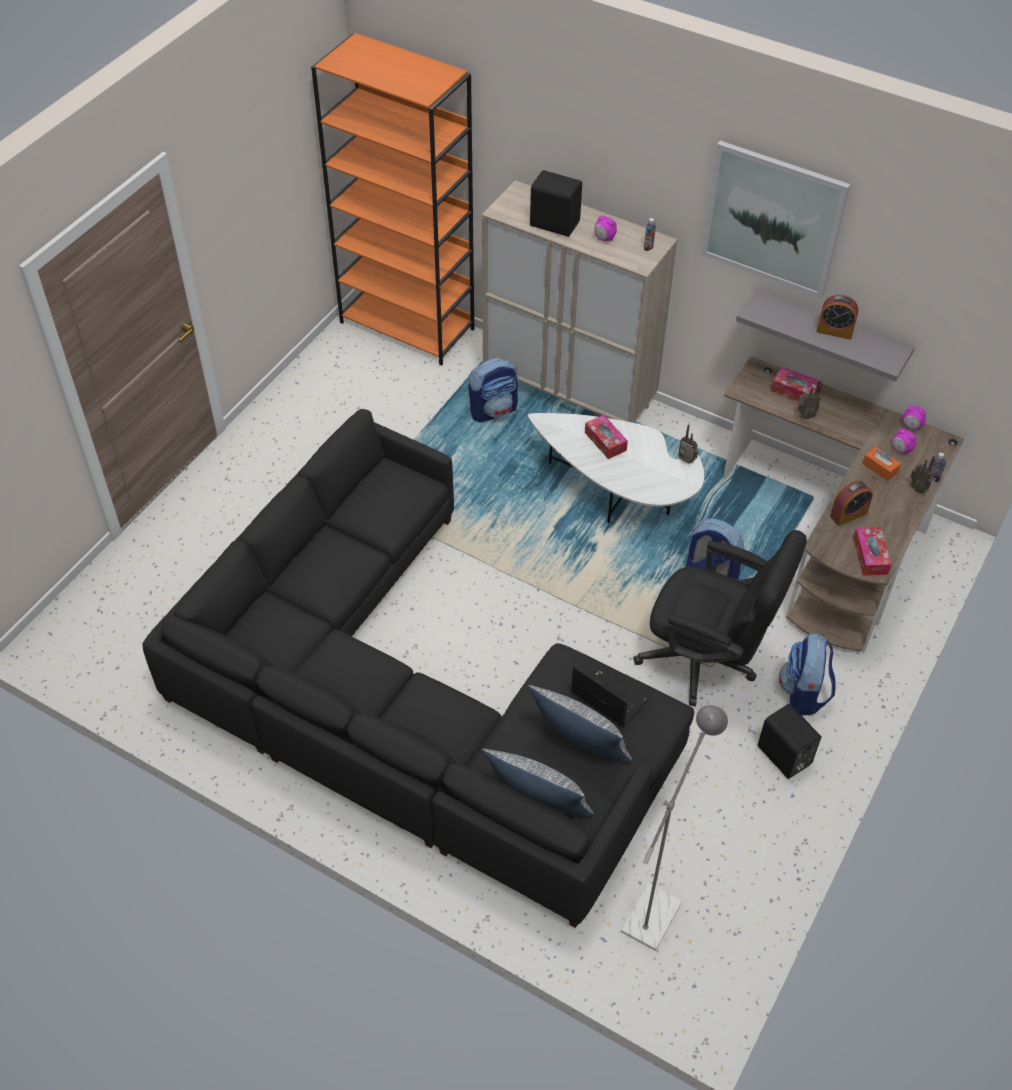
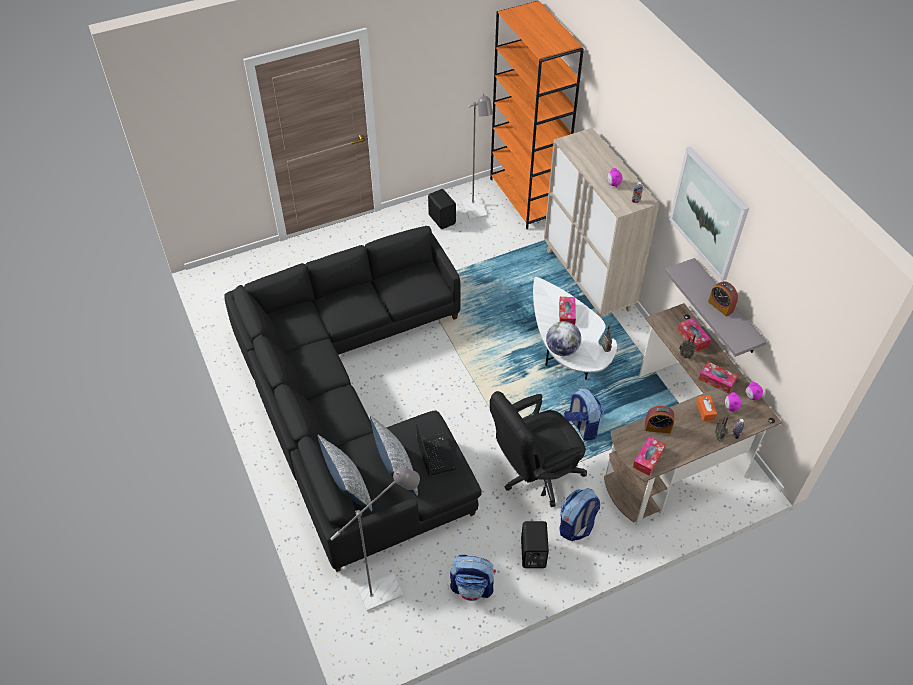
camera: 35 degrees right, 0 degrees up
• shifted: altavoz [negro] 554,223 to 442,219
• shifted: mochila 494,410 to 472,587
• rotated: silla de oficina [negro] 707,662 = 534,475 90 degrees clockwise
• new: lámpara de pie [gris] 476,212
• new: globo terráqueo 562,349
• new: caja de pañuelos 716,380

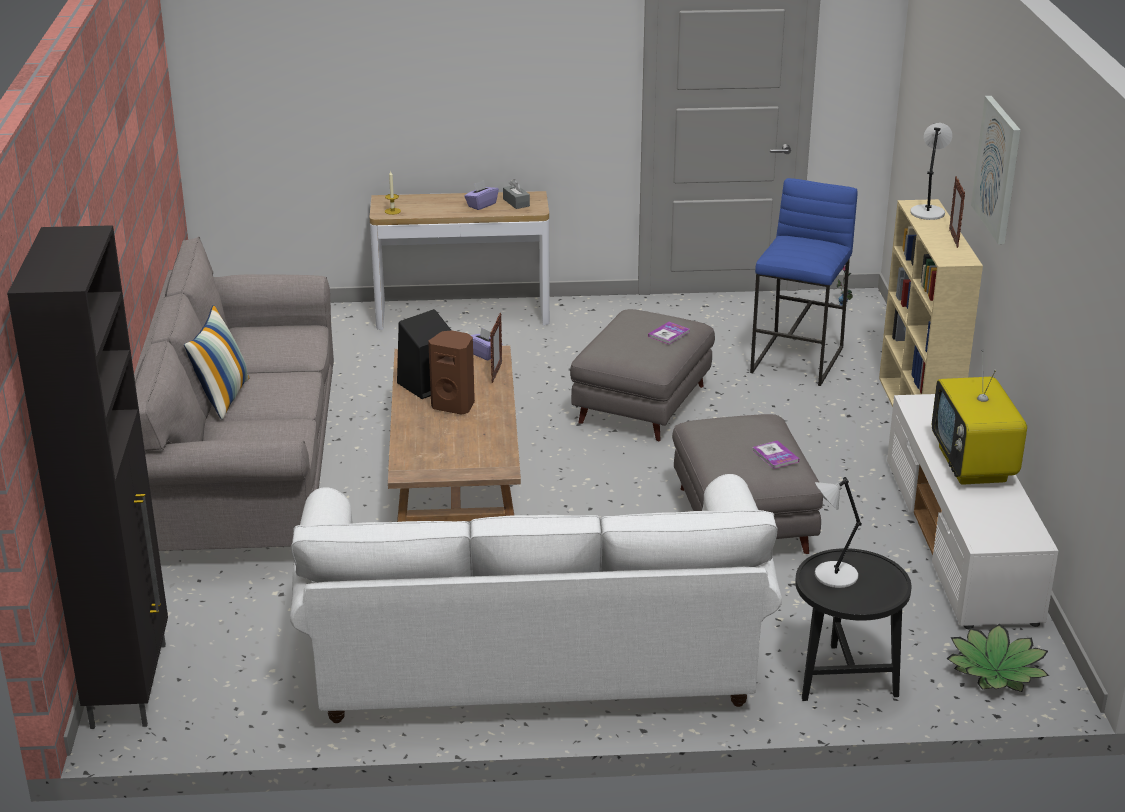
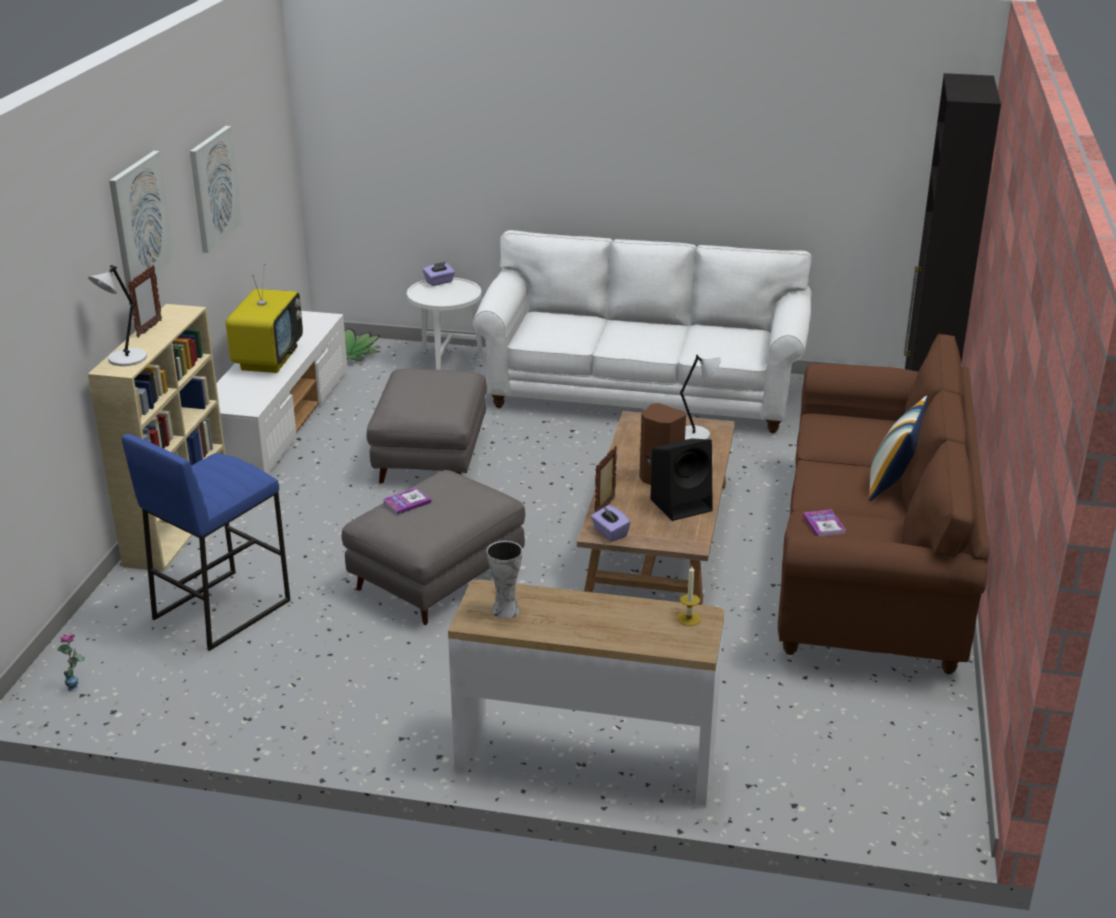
camera: 165 degrees left, 0 degrees up
• swapped: caja de pañuelos [gris] 516,202 to florero 504,610
• shifted: caja de pañuelos [morado] 481,205 to 439,282
• repainted: sofá [gris] 244,469 to sofá [marrón] 870,565
• shifted: libro 775,456 to 823,524
• shifted: lámpara de mesa [gris] 833,576 to 695,435
• repainted: mesa auxiliar [negro] 843,676 to mesa auxiliar [blanco] 447,362
• new: cuadro 214,188

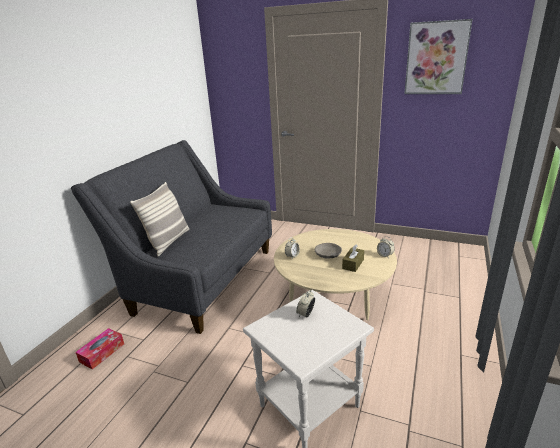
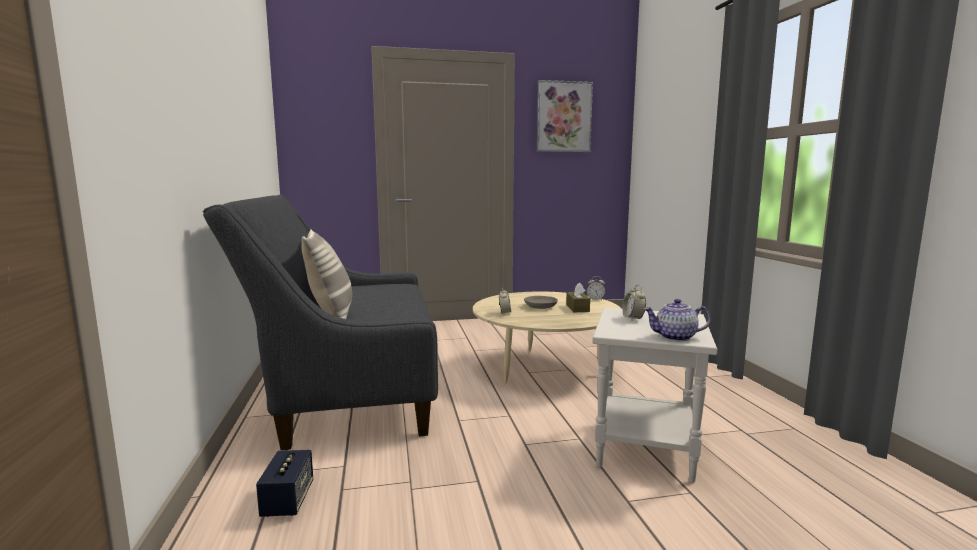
camera: 35 degrees left, 15 degrees down
• swapped: caja de pañuelos 102,352 to altavoz 288,500
• new: tetera 675,337

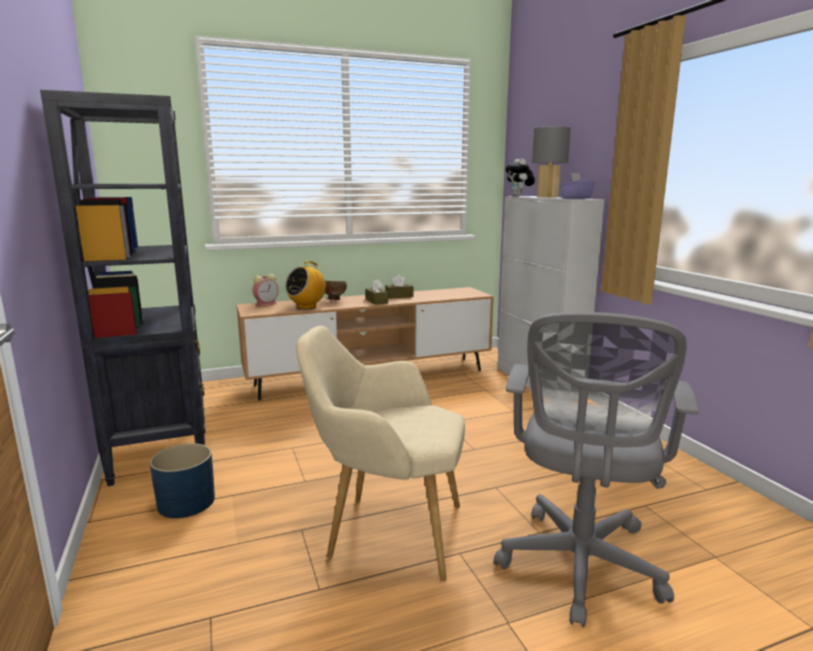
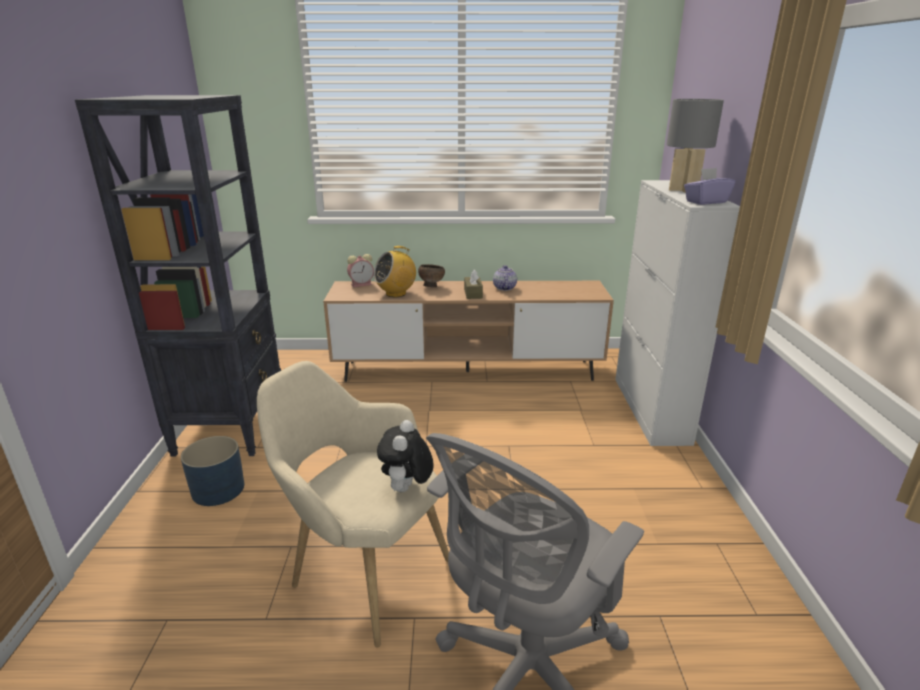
camera: 20 degrees right, 10 degrees up
• shifted: peluche 519,196 to 406,489
• swapped: caja de pañuelos [marrón] 399,296 to tetera 504,288

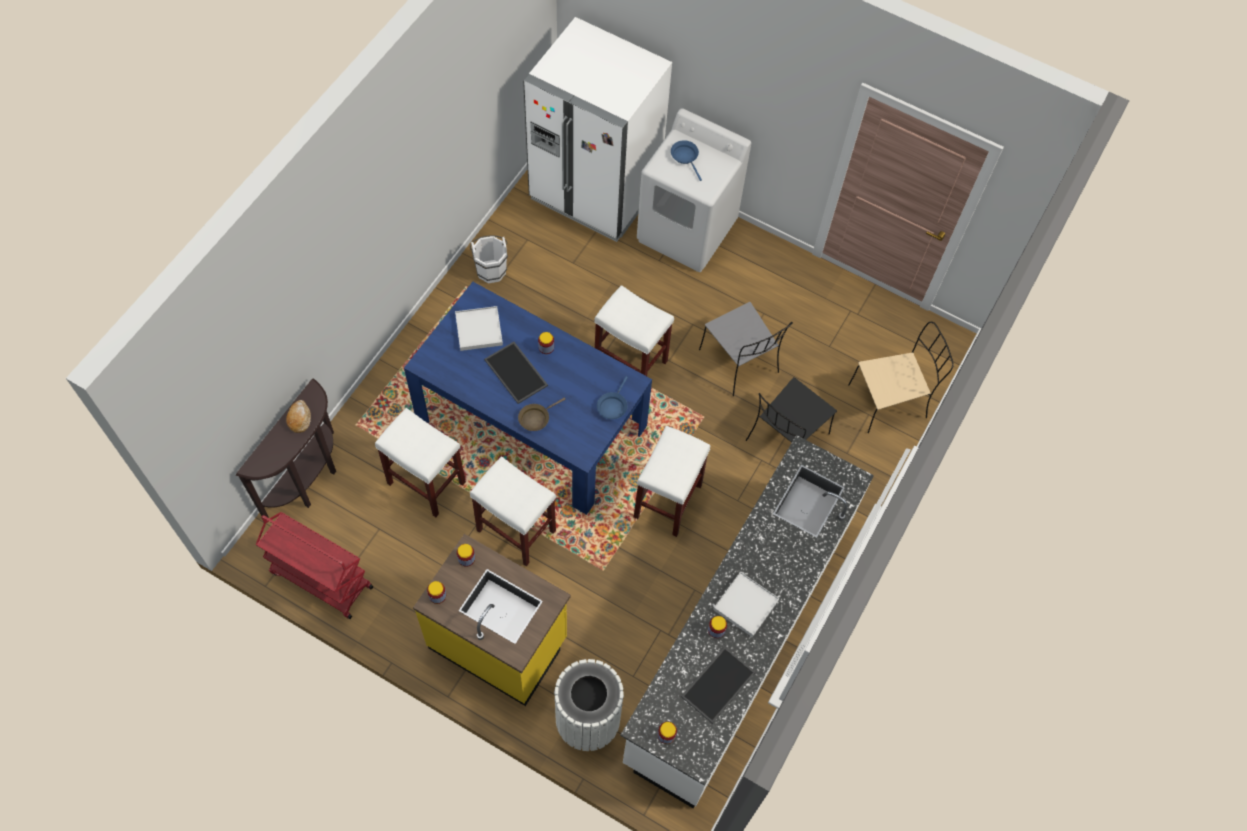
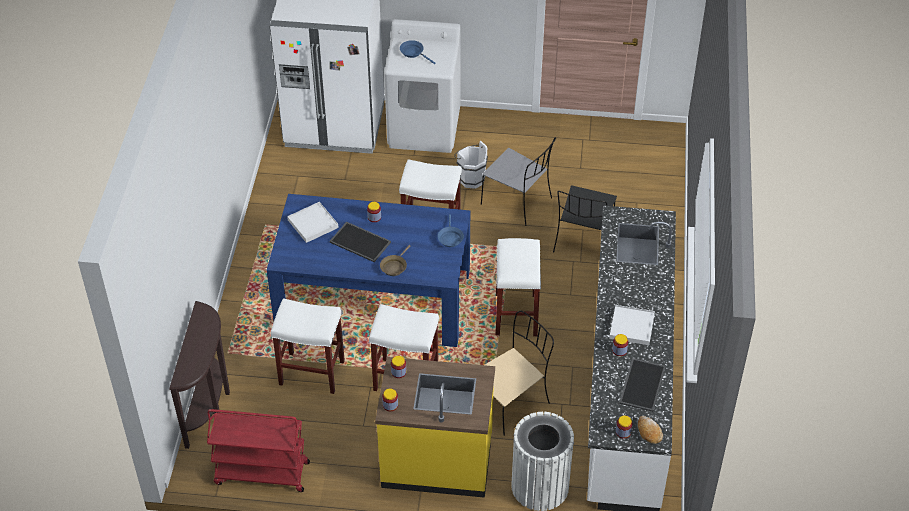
camera: 20 degrees left, 15 degrees down
• shifted: cubo [blanco] 491,269 to 470,178
• shifted: silla [beis] 889,401 to 510,401
• shifted: pan 299,418 to 649,432

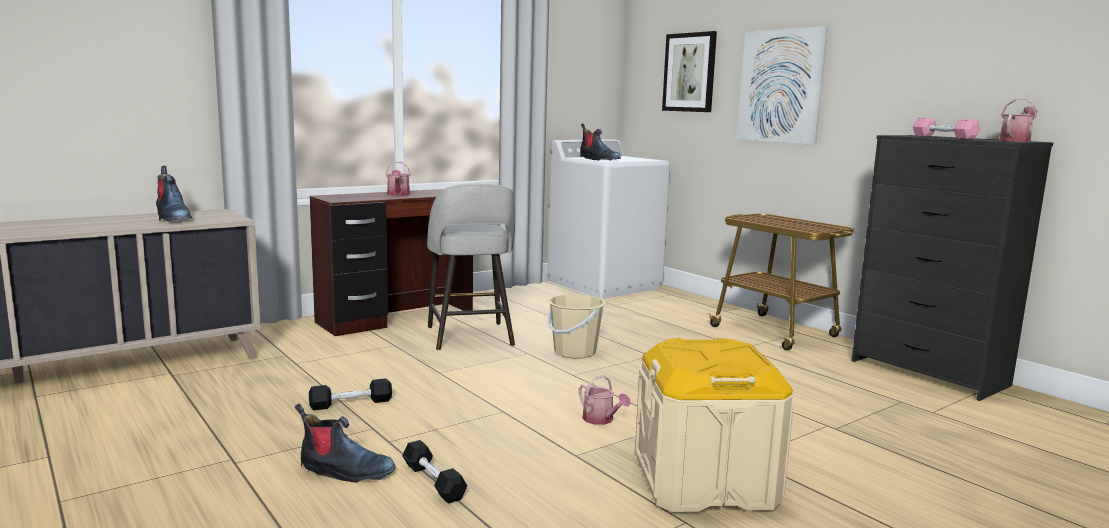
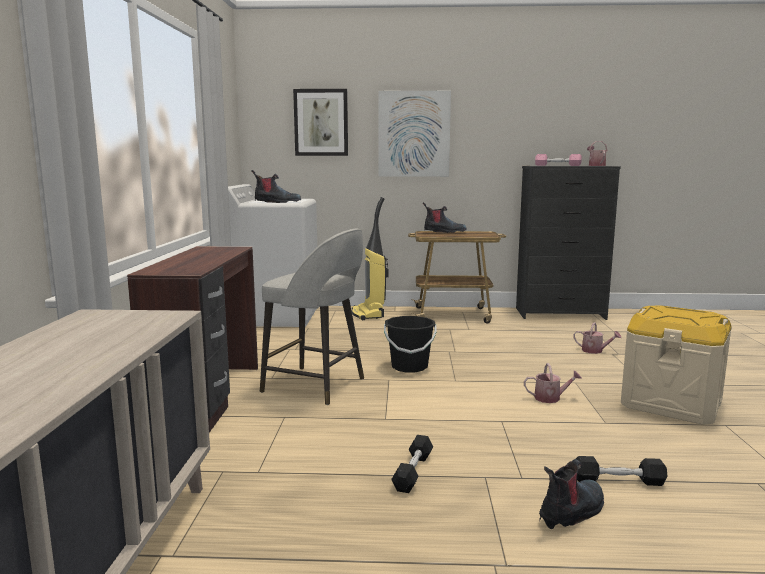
camera: 50 degrees left, 0 degrees up
• shifted: regadera 398,195 to 595,351
• shifted: bota 172,218 to 444,231
• repainted: cubo [beis] 574,352 to cubo [negro] 409,367
• new: aspiradora 368,314

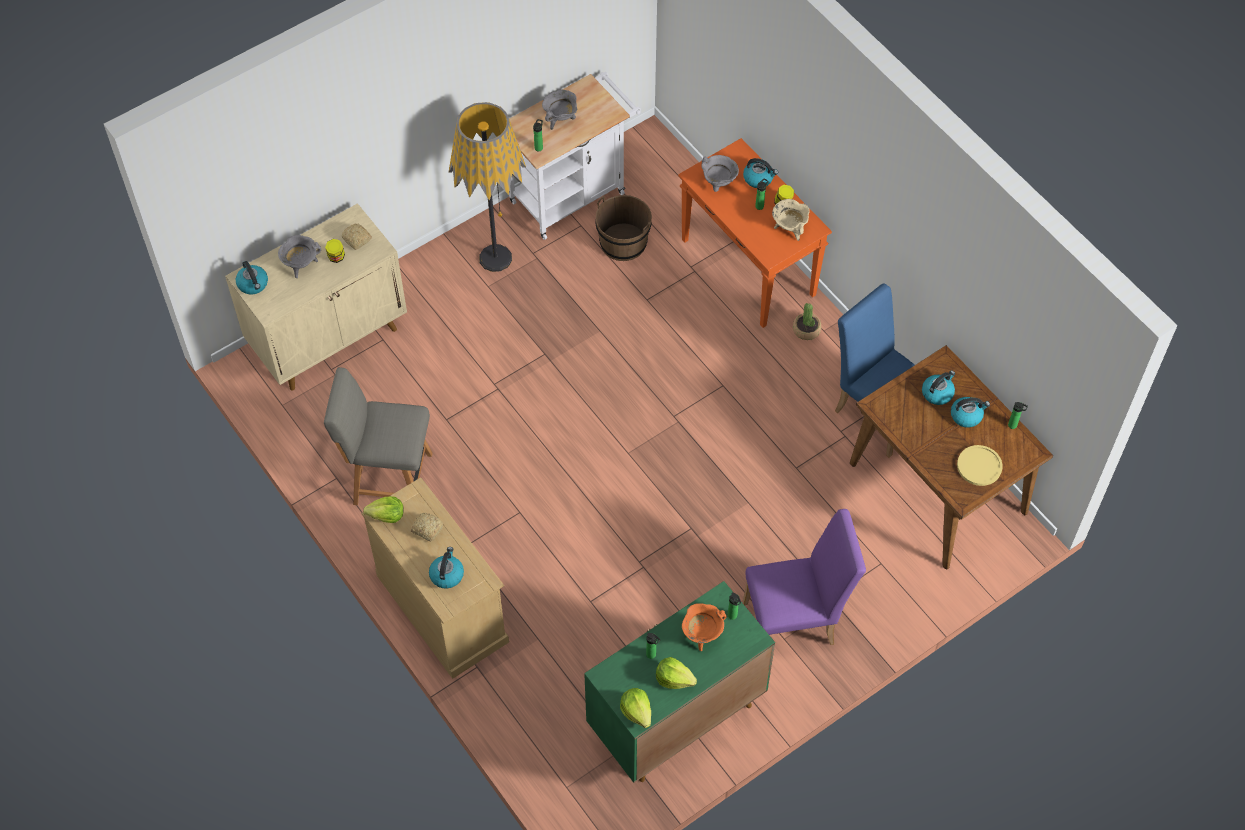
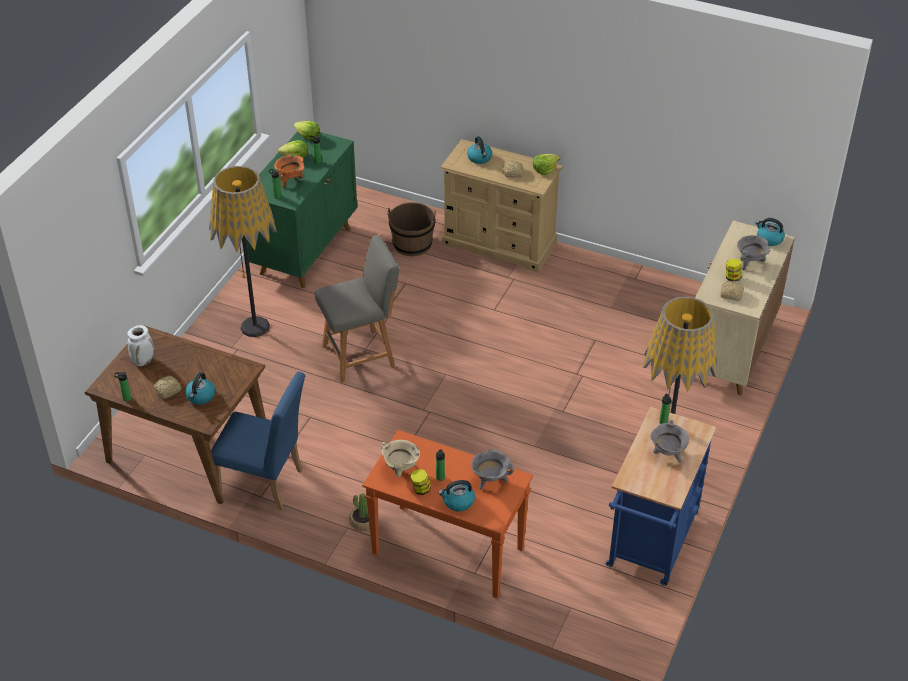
camera: 150 degrees right, 15 degrees down
• repainted: carrito [blanco] 573,193 to carrito [azul] 651,545
• shifted: cubo [marrón] 623,242 to 412,244
• shifted: silla [gris] 389,478 to 361,355
• swapped: hervidor 966,415 to pan 168,390
• swapped: plato [amarillo] 979,466 to florero [blanco] 143,361
• swapped: silla [morado] 796,621 to lámpara de pie 254,327

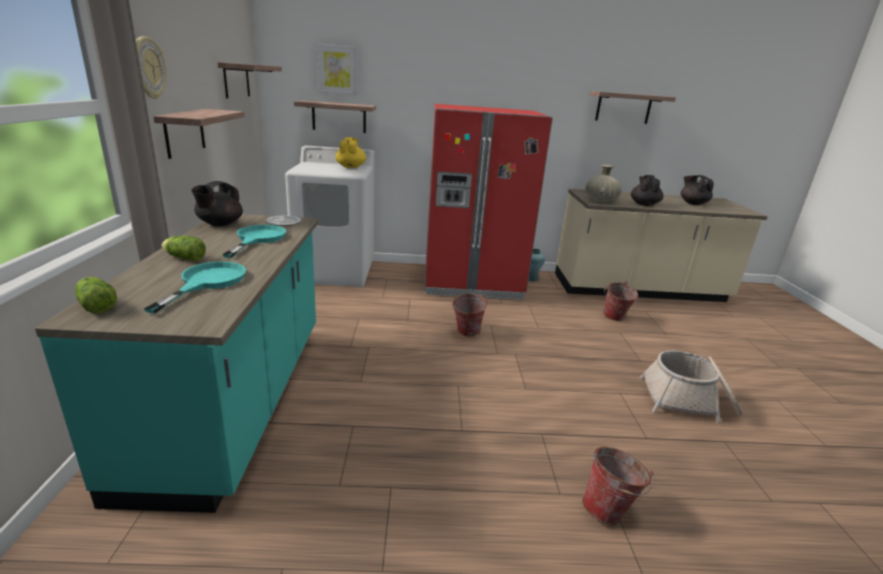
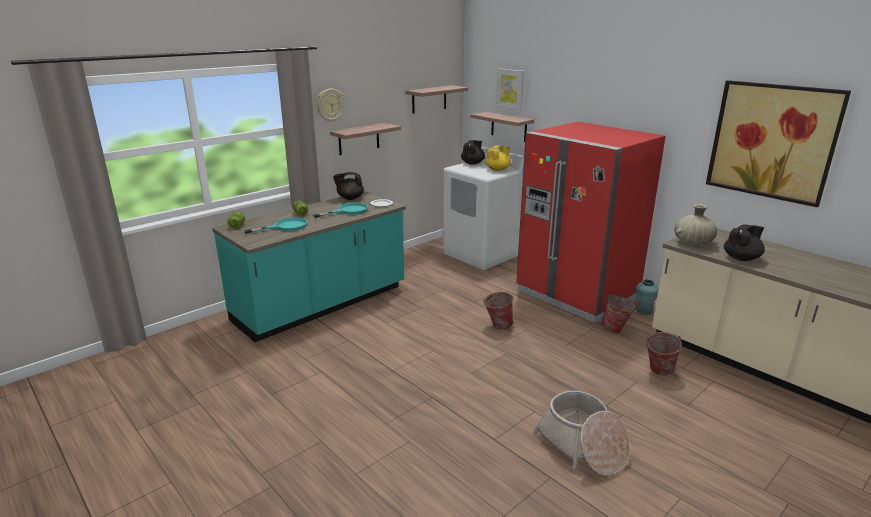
camera: 50 degrees right, 0 degrees up
• swapped: estante 623,107 to cuadro 772,141
• shifted: tetera [negro] 693,203 to 473,163
• shifted: cubo 609,510 to 616,330

